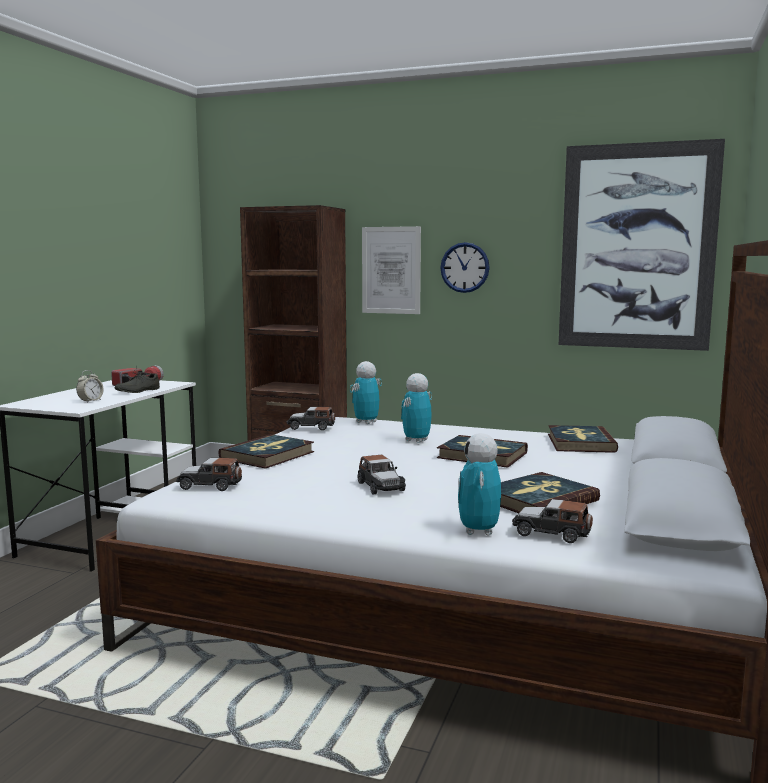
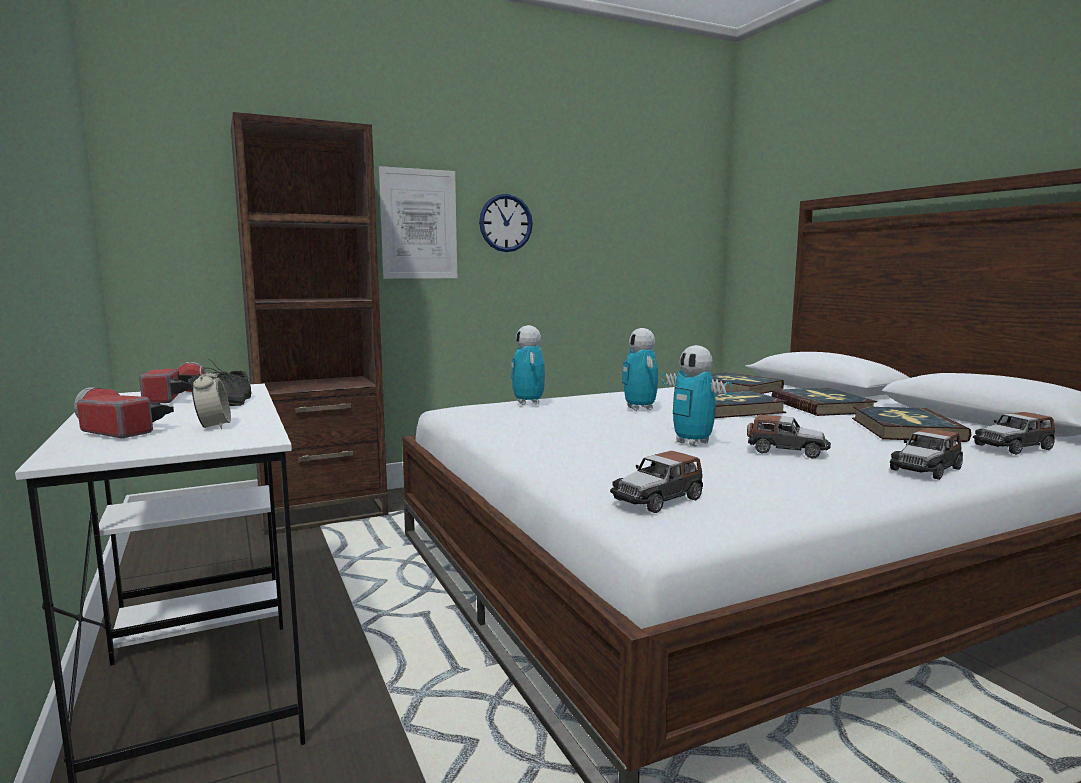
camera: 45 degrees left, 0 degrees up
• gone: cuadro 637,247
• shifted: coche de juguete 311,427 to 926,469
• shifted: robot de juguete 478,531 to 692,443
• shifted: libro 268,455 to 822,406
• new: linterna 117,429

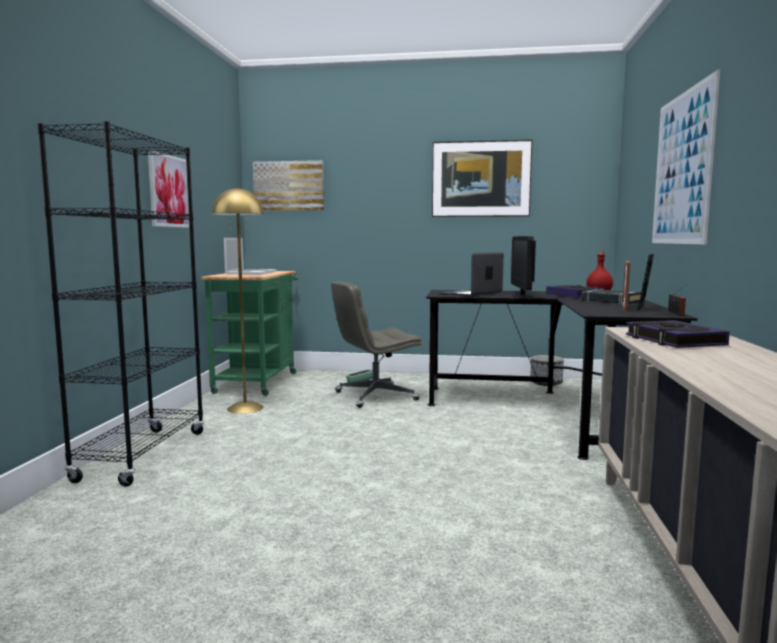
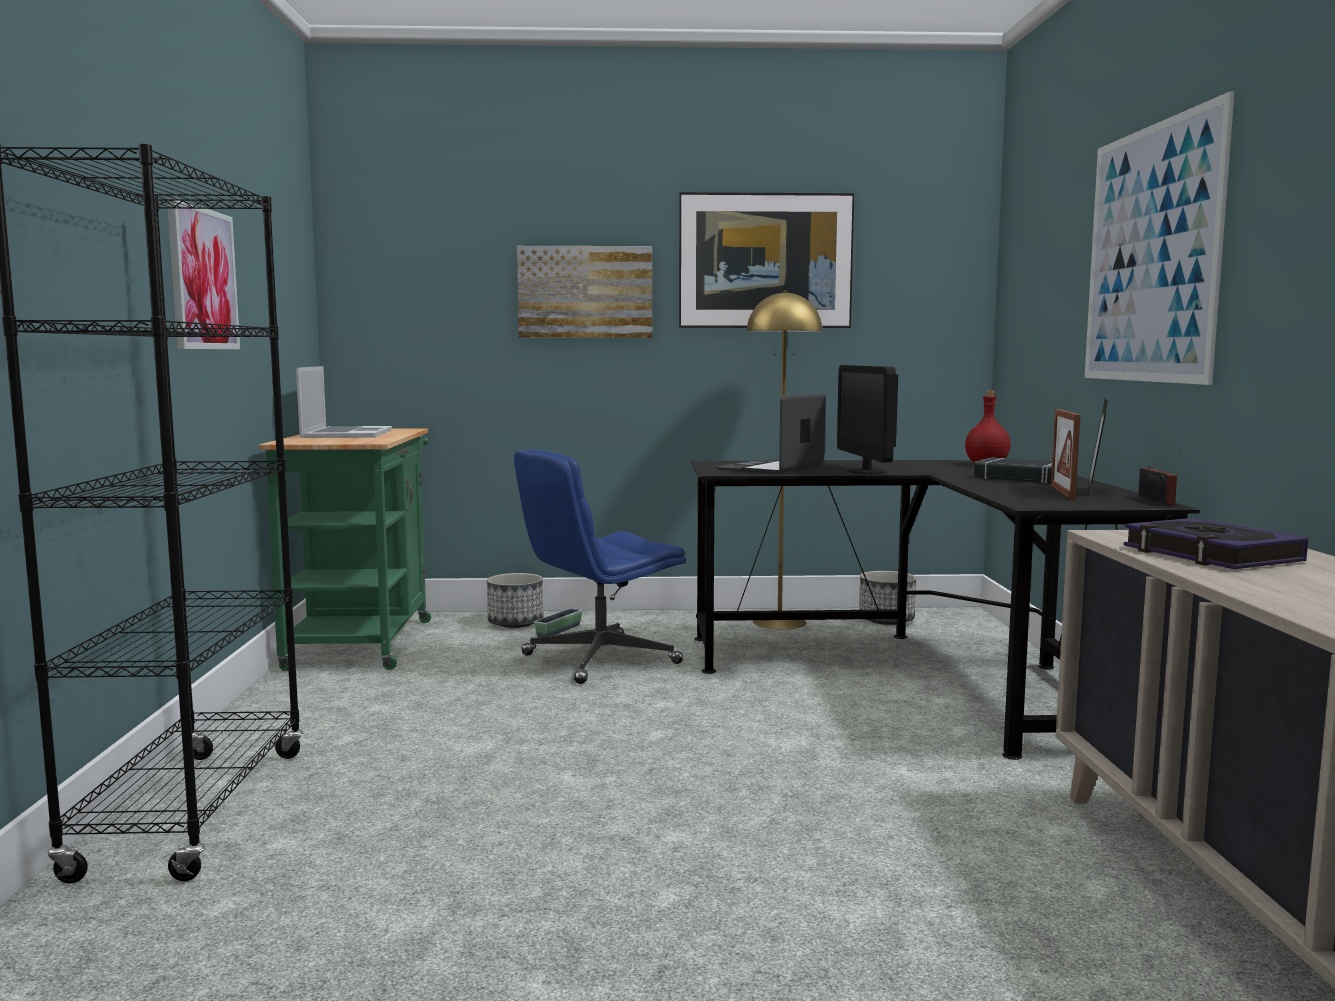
camera: 10 degrees left, 0 degrees up
• shifted: cuadro 289,186 to 585,292
• shifted: lámpara de pie [amarillo] 245,408 to 779,622
• repainted: silla de oficina [gris] 375,396 to silla de oficina [azul] 599,660
• gone: libro 574,295
• new: maceta 515,623

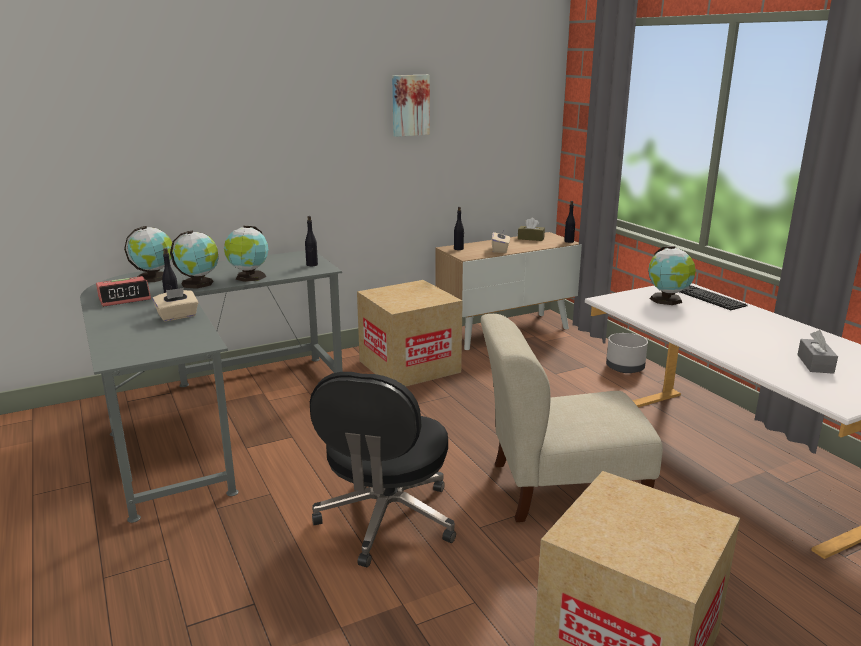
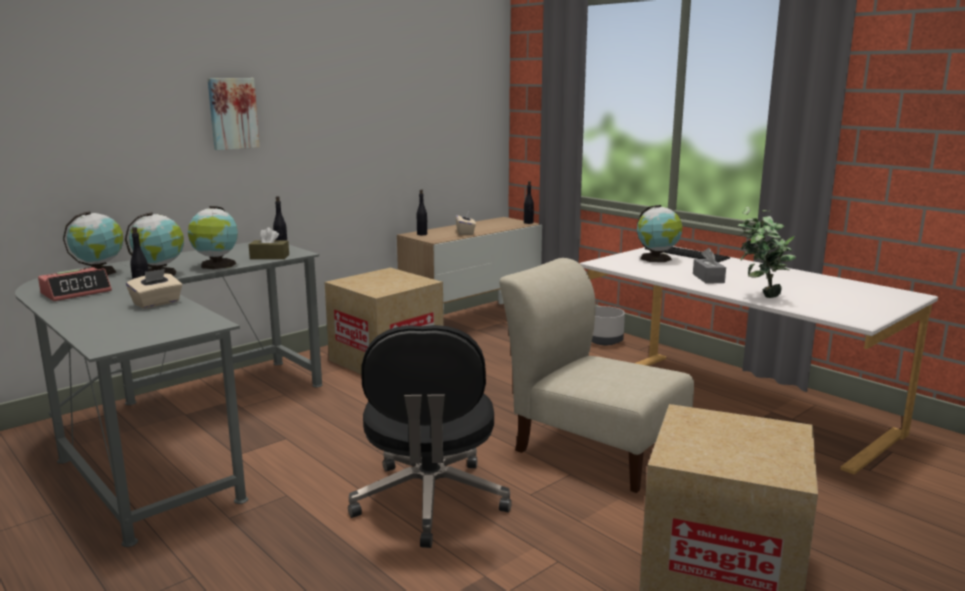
camera: 15 degrees left, 5 degrees down
• shifted: cuadro 410,105 to 232,113
• shifted: caja de pañuelos [marrón] 531,238 to 269,257
• rotated: silla [beis] 560,488 = 593,449 60 degrees clockwise
• shifted: caja de pañuelos [gris] 815,364 to 708,278
• new: planta en maceta 759,296

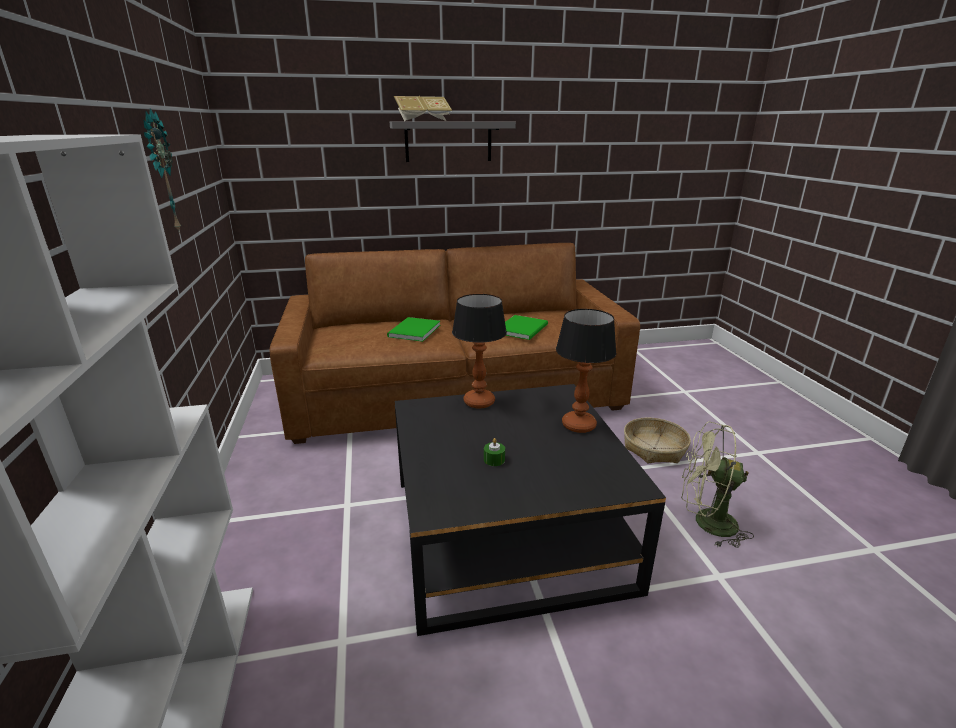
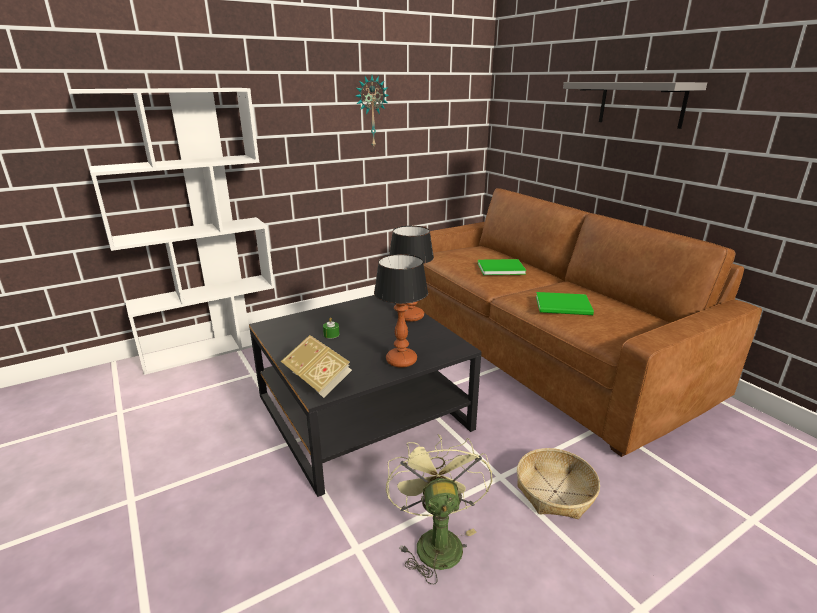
camera: 70 degrees right, 0 degrees up
• shifted: libro 423,121 to 318,379

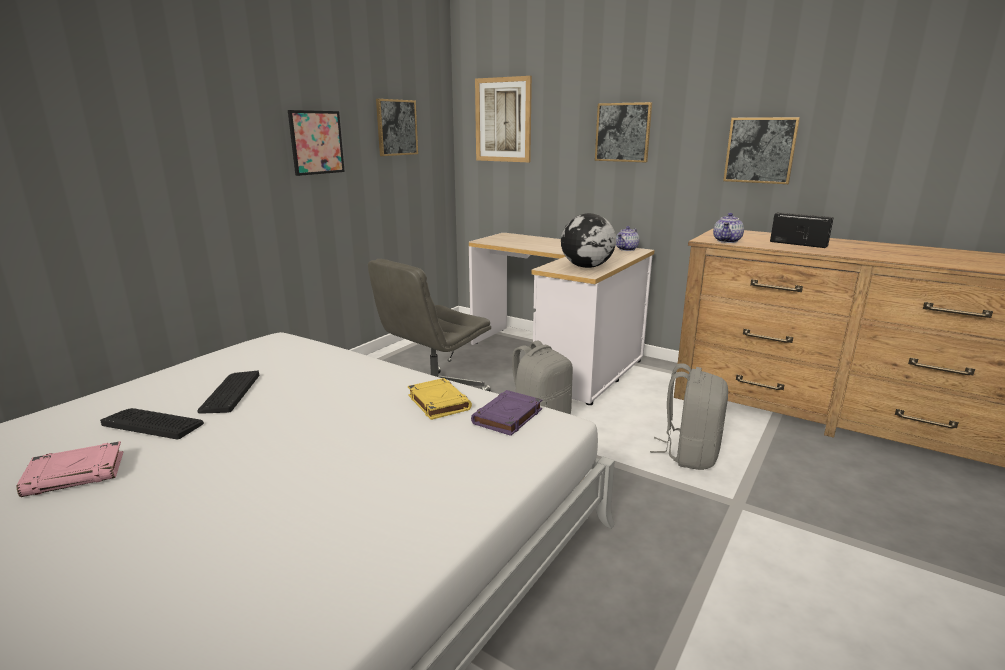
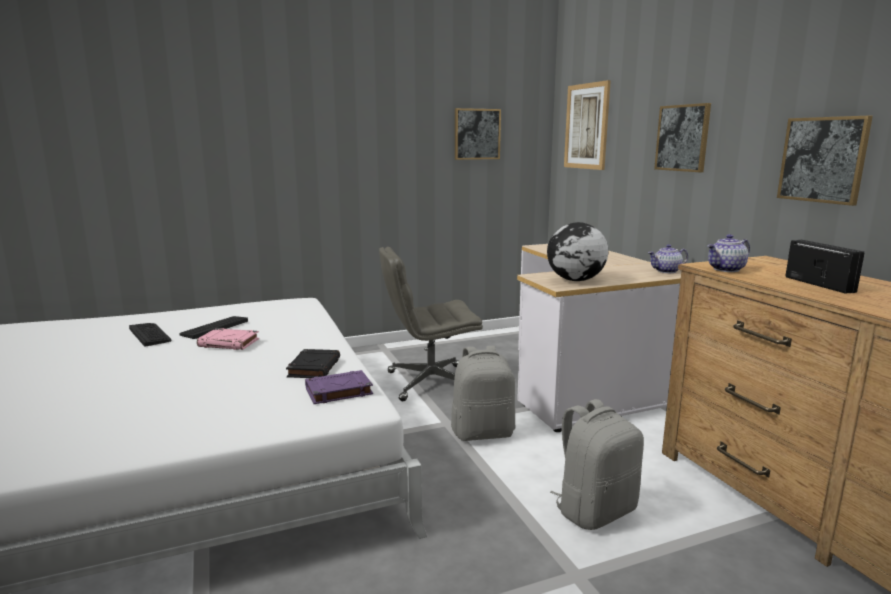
camera: 35 degrees right, 5 degrees down
• gone: cuadro 316,142
• repainted: libro [amarillo] 438,402 to libro [negro] 314,367
• shifted: libro [rosa] 76,474 to 229,343

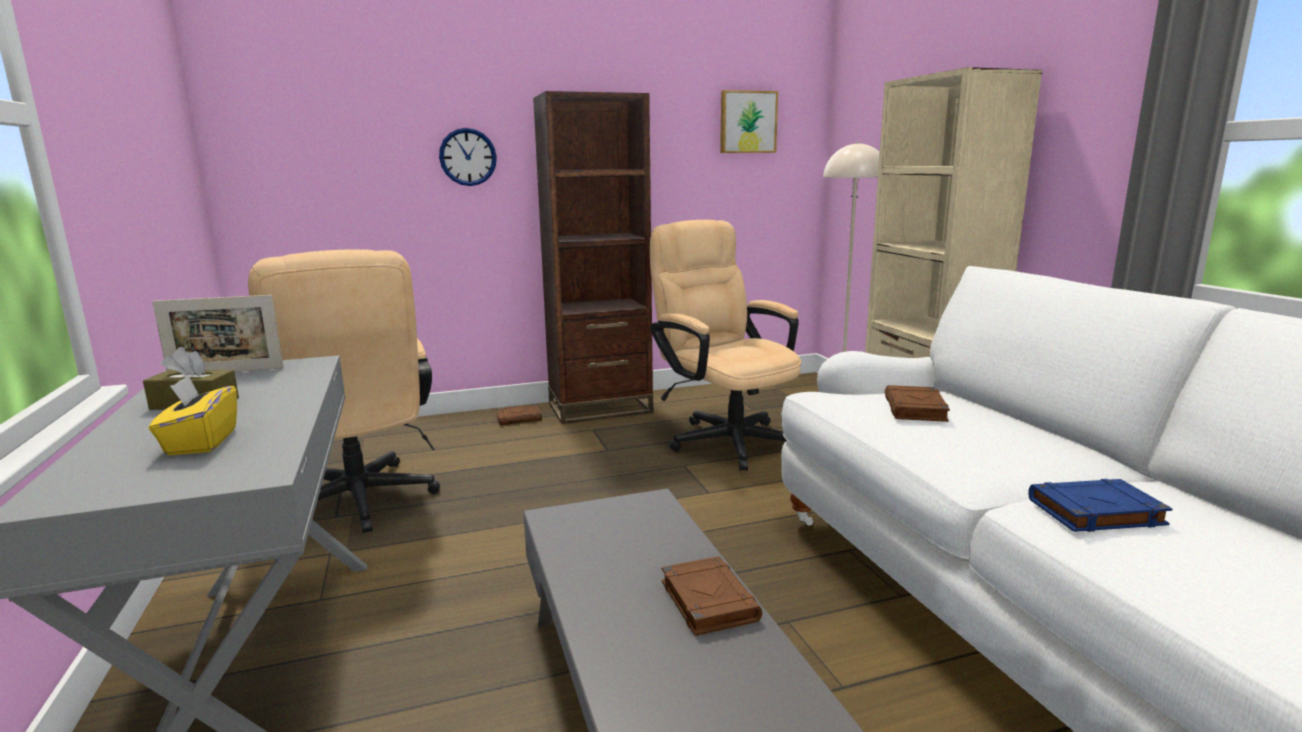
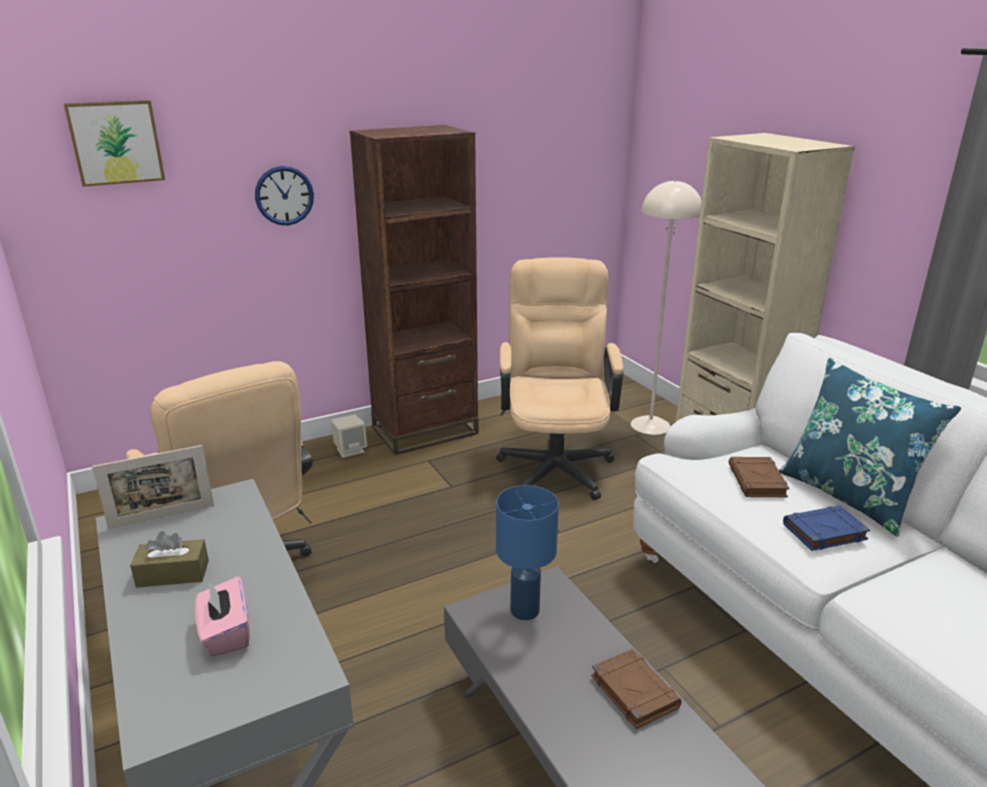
camera: 10 degrees left, 10 degrees up
• shifted: cuadro 747,122 to 116,142
• rotated: silla de oficina [beis] 725,438 = 555,463 45 degrees clockwise
• repainted: caja de pañuelos [amarillo] 201,442 to caja de pañuelos [rosa] 226,634
• swapped: libro [marrón] 519,418 to altavoz [beis] 350,450
• shifted: libro [azul] 1094,512 to 824,532
• new: cojín [azul] 849,495
• new: lámpara de mesa [azul] 525,609

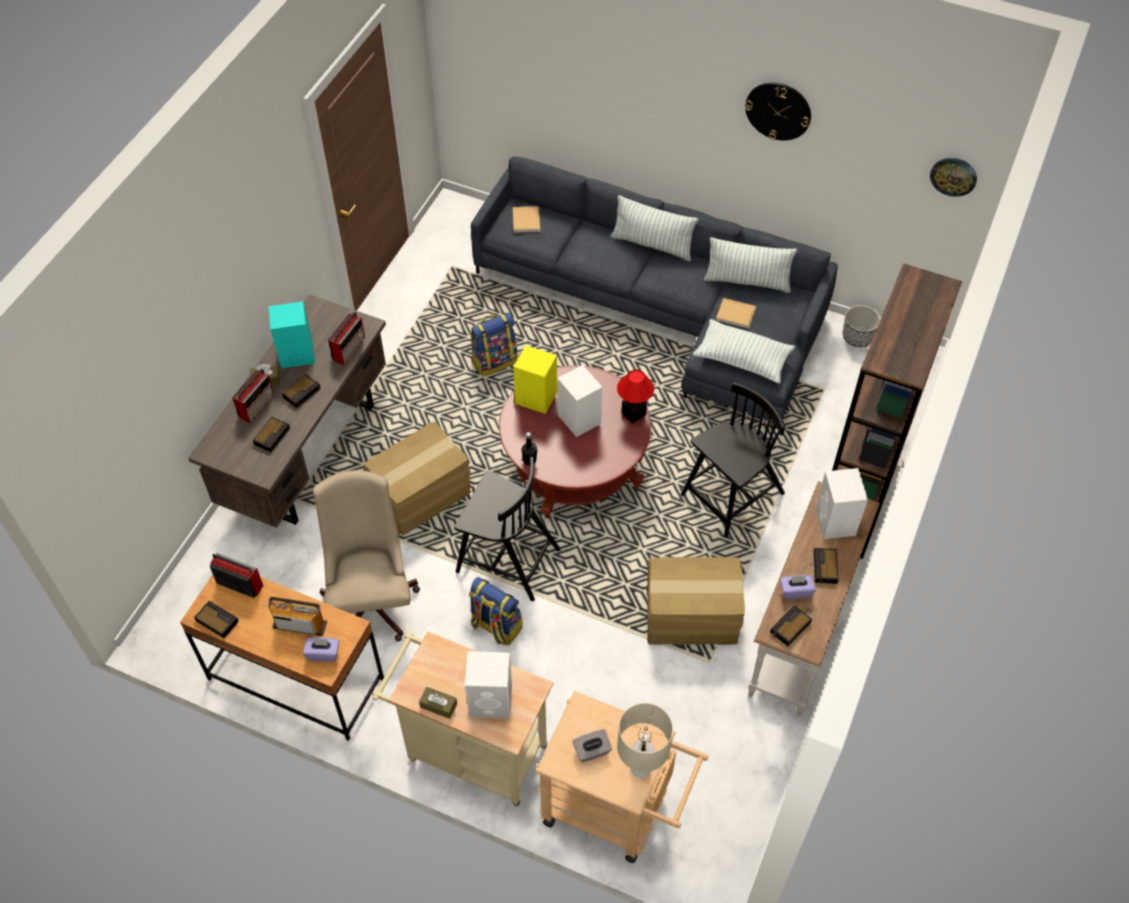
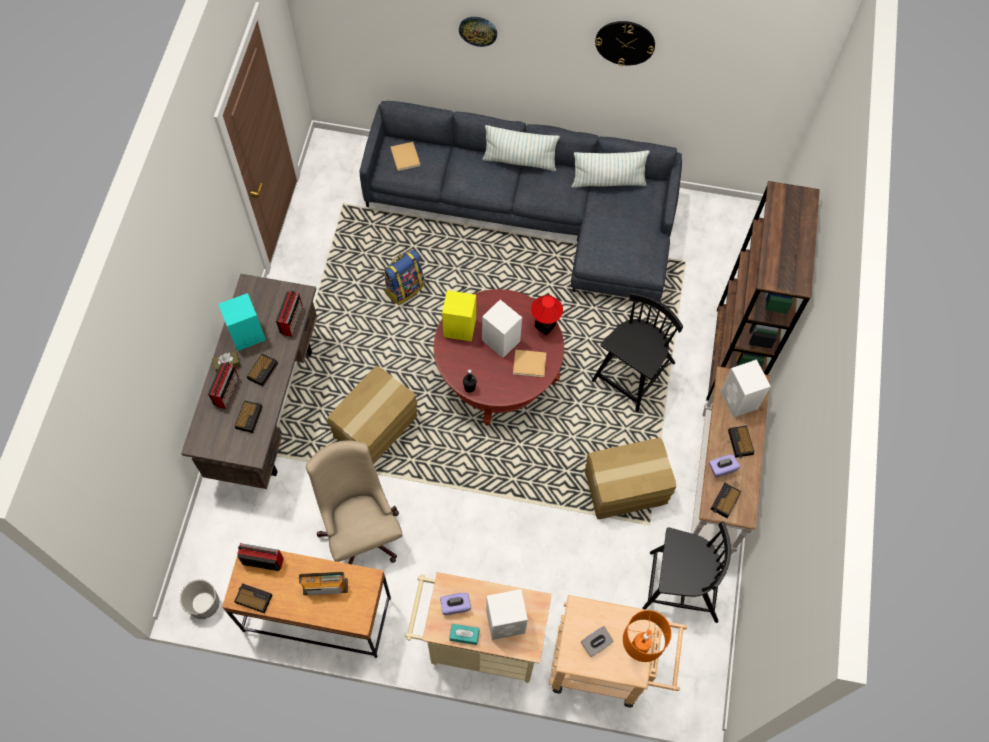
camera: 15 degrees left, 10 degrees up
• shifted: reloj de pared 953,176 to 478,30
• shifted: libro [beis] 737,314 to 530,364
• shifted: maceta 857,337 to 204,604
• gone: cojín 742,359
• shifted: silla [negro] 506,559 to 681,587
• gone: mochila 495,626
• shifted: caja de pañuelos [morado] 323,653 to 455,606
• repainted: caja de pañuelos [marrón] 438,705 to caja de pañuelos [turquesa] 464,635
• repainted: lámpara de mesa [beis] 640,768 to lámpara de mesa [naranja] 637,649

